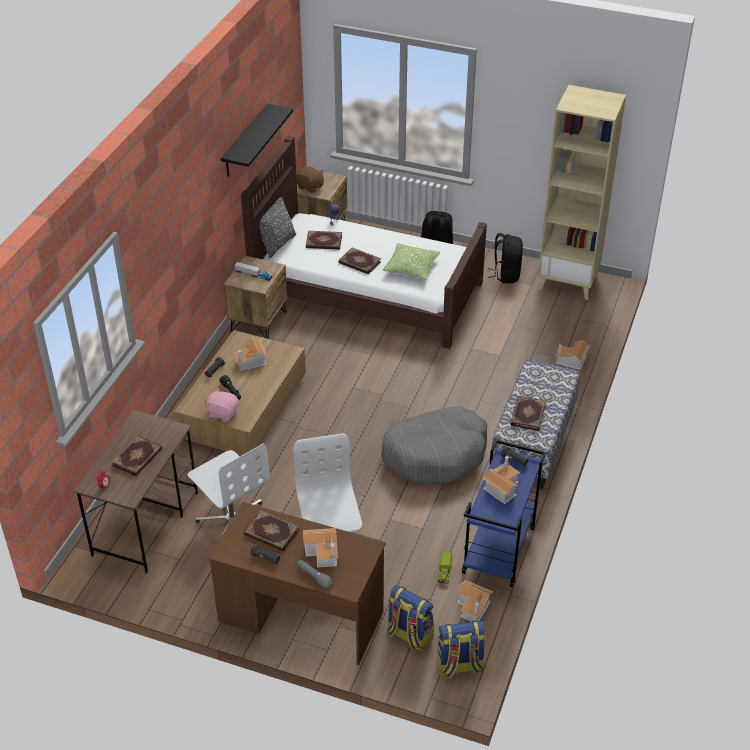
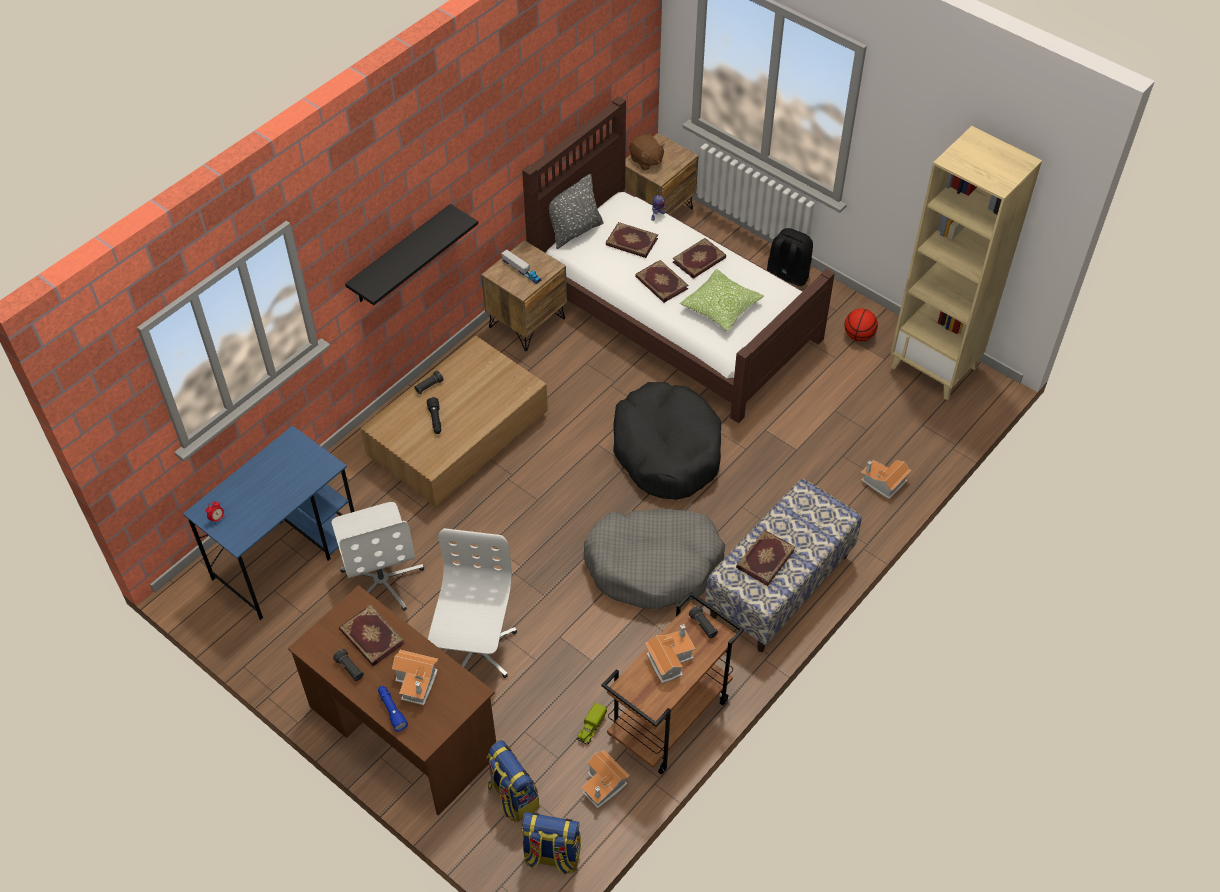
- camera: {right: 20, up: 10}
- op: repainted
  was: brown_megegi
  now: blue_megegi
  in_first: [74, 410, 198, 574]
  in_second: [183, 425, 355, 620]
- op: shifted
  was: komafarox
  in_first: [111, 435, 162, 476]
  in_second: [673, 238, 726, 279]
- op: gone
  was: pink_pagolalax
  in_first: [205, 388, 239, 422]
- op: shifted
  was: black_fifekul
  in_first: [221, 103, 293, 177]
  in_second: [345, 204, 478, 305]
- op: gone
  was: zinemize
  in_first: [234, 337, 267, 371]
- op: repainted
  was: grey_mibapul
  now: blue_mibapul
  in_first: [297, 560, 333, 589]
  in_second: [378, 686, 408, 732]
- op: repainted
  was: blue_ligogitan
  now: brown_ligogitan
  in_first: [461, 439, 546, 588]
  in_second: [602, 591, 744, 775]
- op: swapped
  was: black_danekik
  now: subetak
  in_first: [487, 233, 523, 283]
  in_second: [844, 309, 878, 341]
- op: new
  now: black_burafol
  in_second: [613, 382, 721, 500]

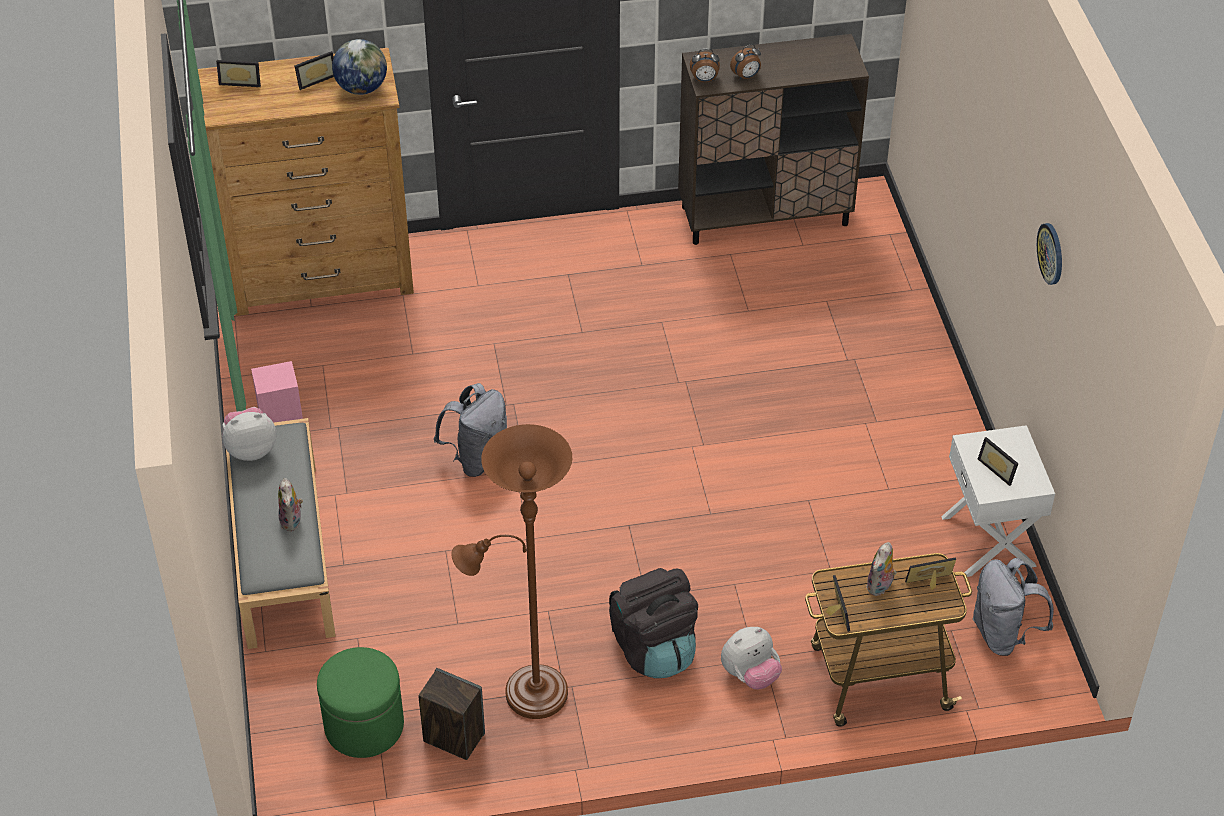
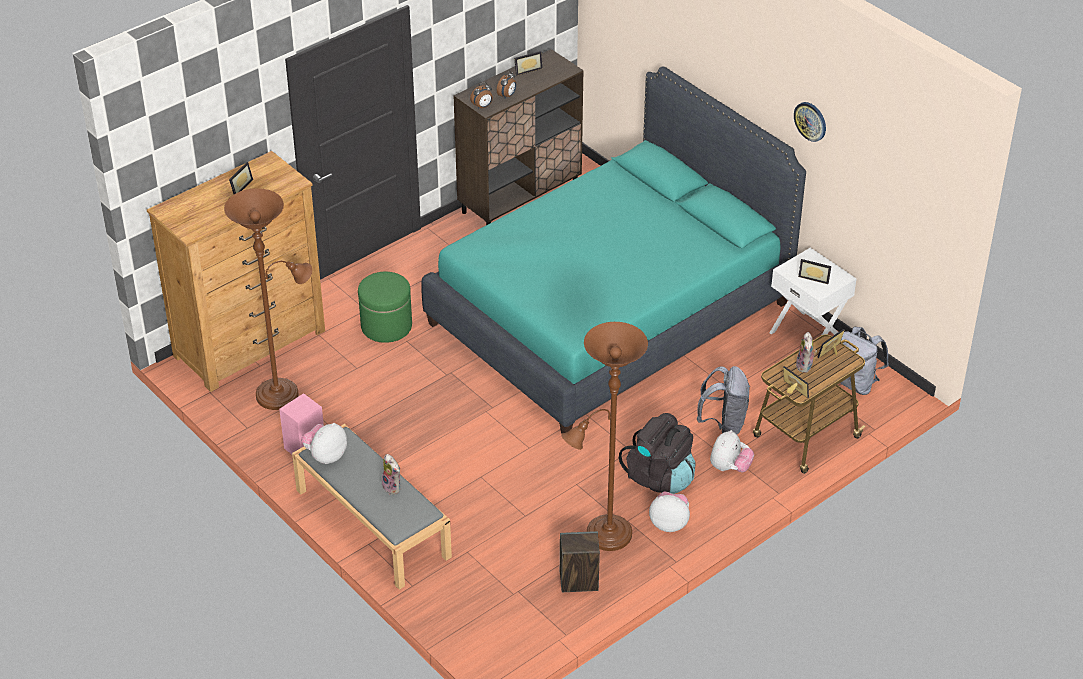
- camera: {right: -30, up: -5}
- op: shifted
  was: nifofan
  in_first: [216, 60, 261, 87]
  in_second: [515, 51, 543, 76]
- op: shifted
  was: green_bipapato
  in_first: [317, 647, 404, 758]
  in_second: [358, 272, 412, 343]
- op: gone
  was: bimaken
  in_first: [332, 39, 387, 95]
- op: shifted
  was: grey_danekik
  in_first: [434, 383, 507, 477]
  in_second: [697, 366, 750, 434]
- op: new
  now: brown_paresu
  in_second: [224, 188, 312, 410]
- op: new
  now: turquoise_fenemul
  in_second: [421, 66, 806, 433]
- op: new
  now: pagolalax
  in_second: [649, 491, 690, 532]

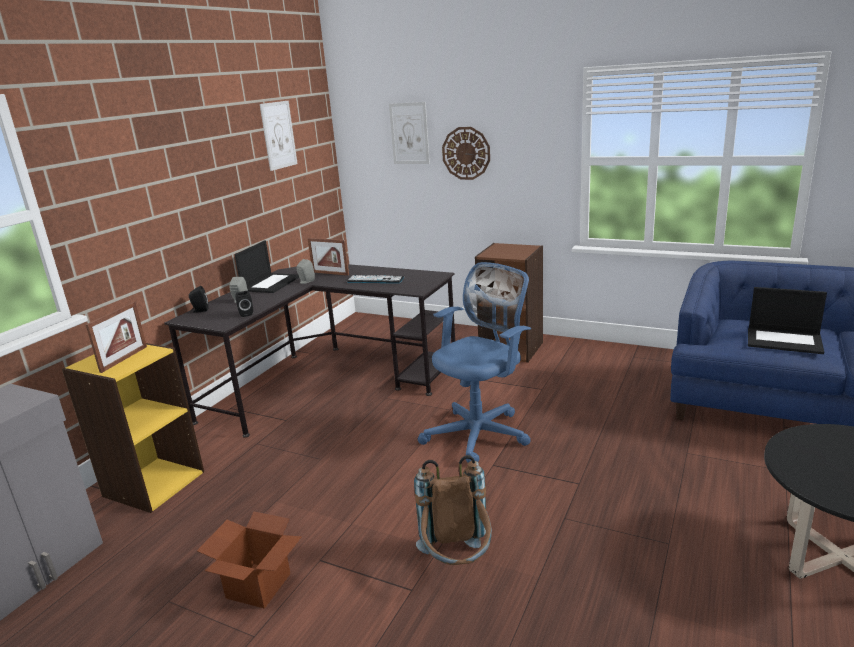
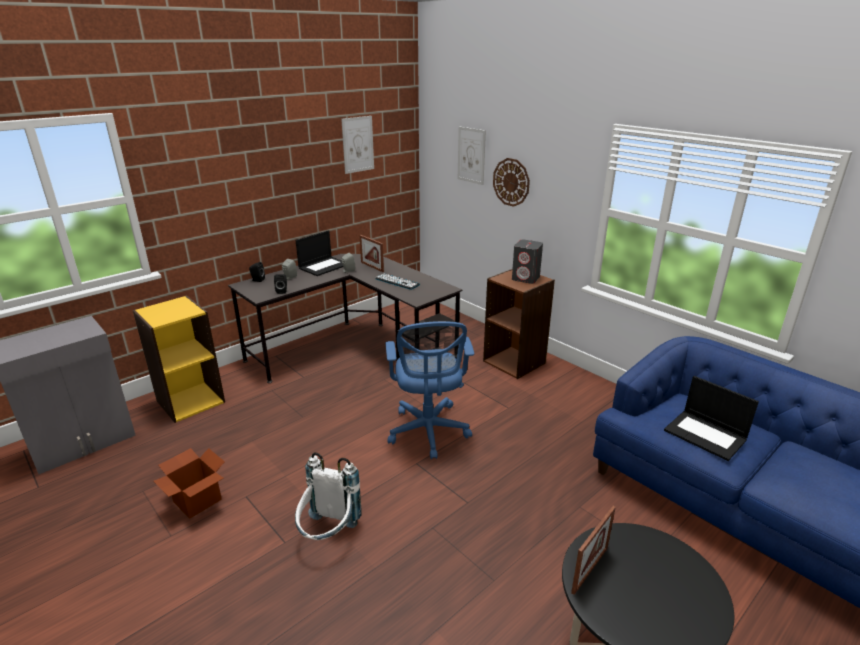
- camera: {right: 20, up: 5}
- op: shifted
  was: nifofan
  in_first: [86, 302, 147, 373]
  in_second: [571, 506, 616, 595]
- op: repainted
  was: brown_danekik
  now: white_danekik
  in_first: [414, 455, 492, 565]
  in_second: [295, 452, 362, 540]
- op: rotated
  was: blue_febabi
  in_first: [418, 262, 531, 462]
  in_second: [385, 321, 474, 459]
  clockwise: 105
- op: new
  now: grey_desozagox
  in_second: [512, 240, 543, 284]

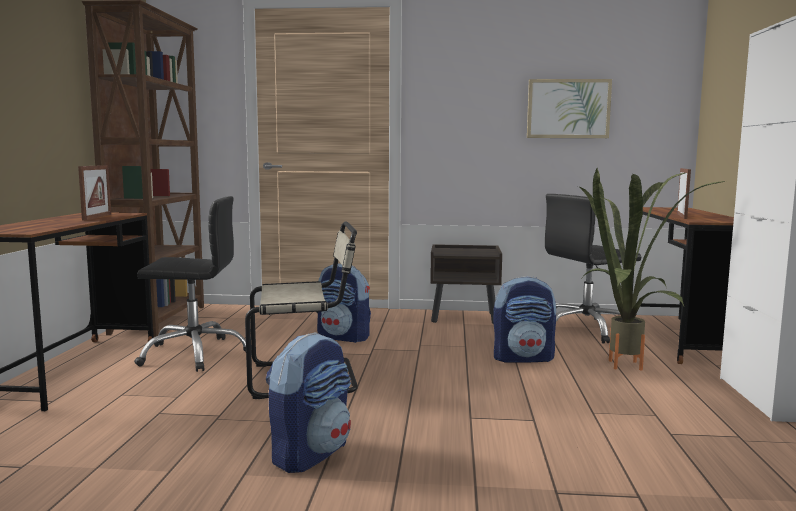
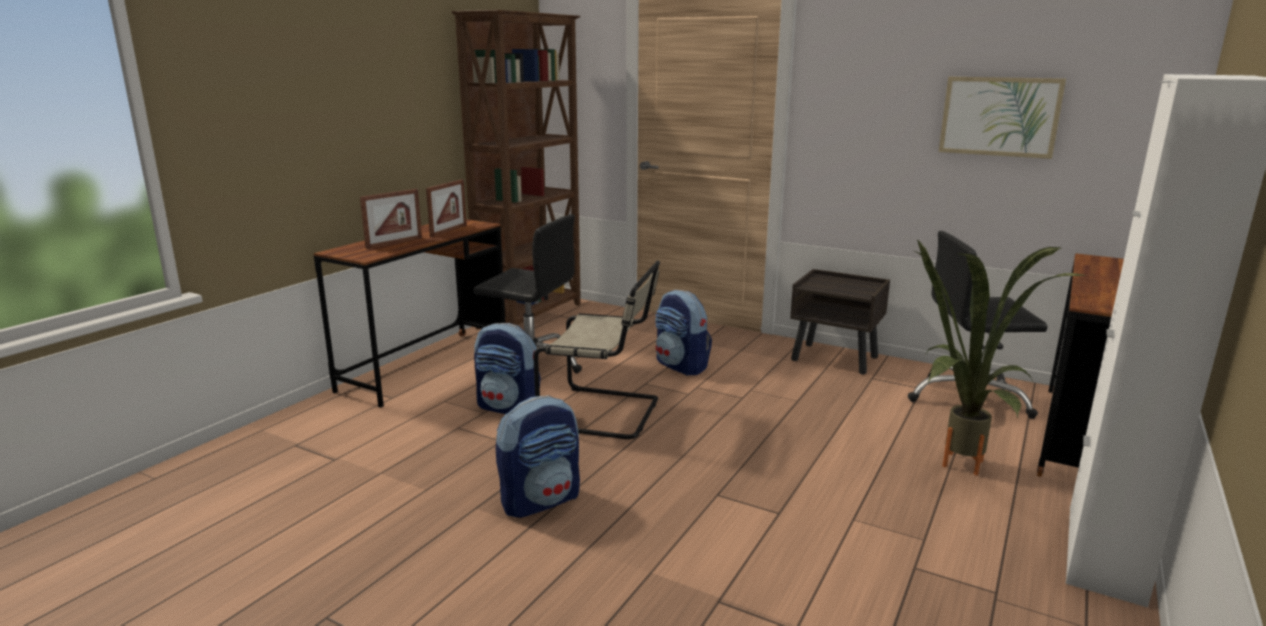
- camera: {right: 25, up: 10}
- op: shifted
  was: danekik
  in_first: [493, 276, 556, 363]
  in_second: [474, 323, 541, 414]
- op: shifted
  was: nifofan
  in_first: [677, 168, 691, 219]
  in_second: [360, 189, 422, 249]

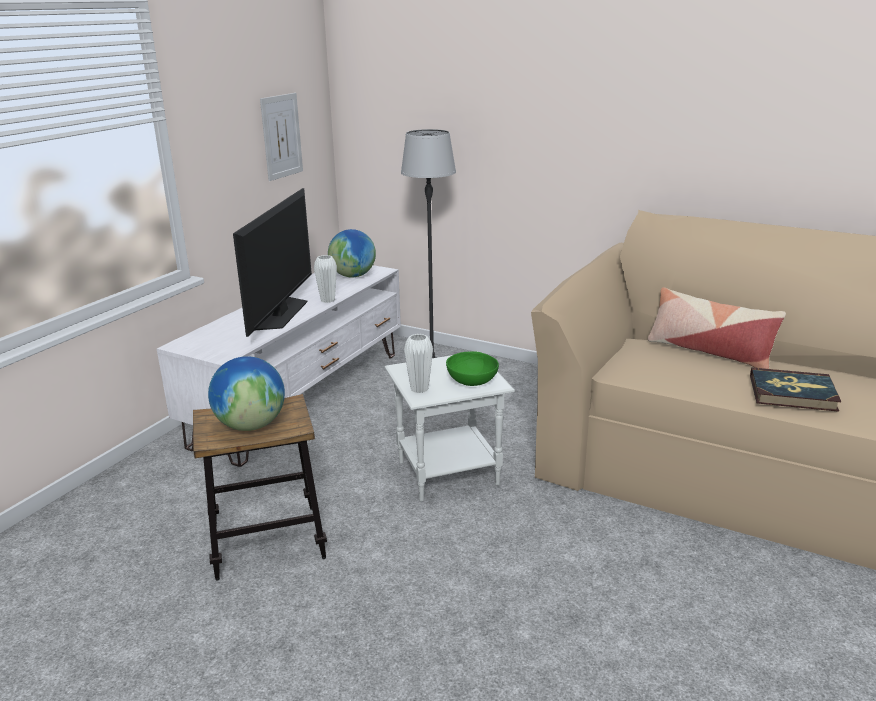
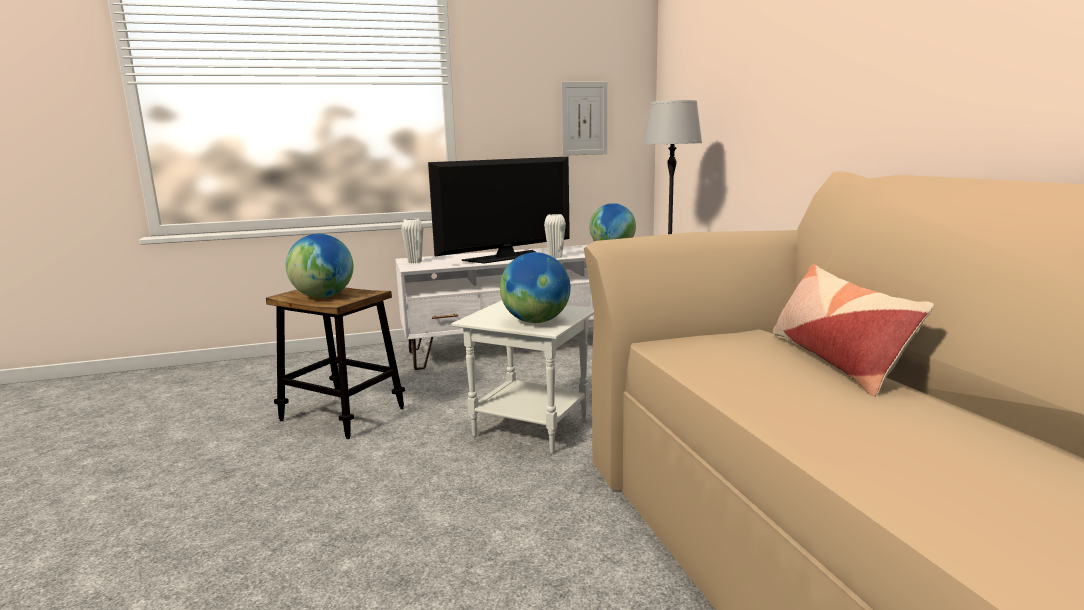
- camera: {right: 45, up: -10}
- op: shifted
  was: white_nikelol
  in_first: [404, 334, 433, 393]
  in_second: [401, 218, 424, 263]
- op: swapped
  was: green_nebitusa
  now: bimaken
  in_first: [446, 352, 499, 386]
  in_second: [500, 252, 571, 323]
- op: gone
  was: komafarox
  in_first: [750, 367, 841, 412]

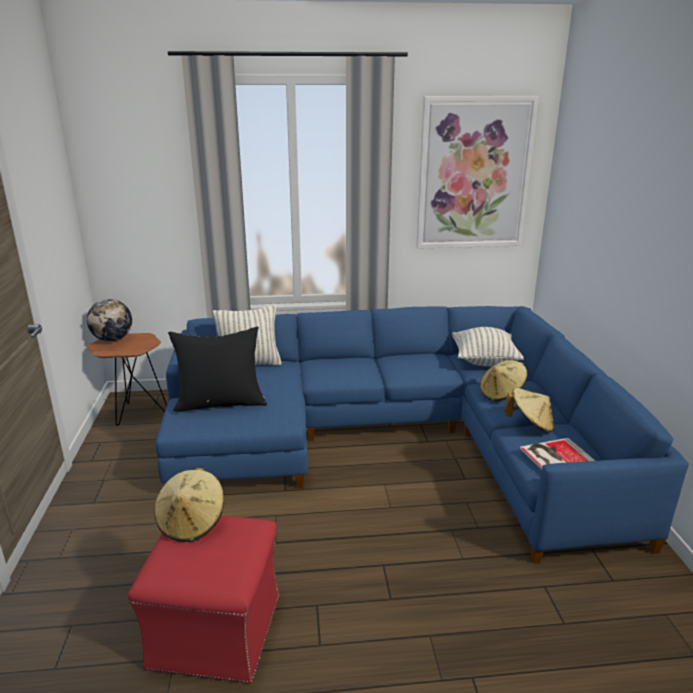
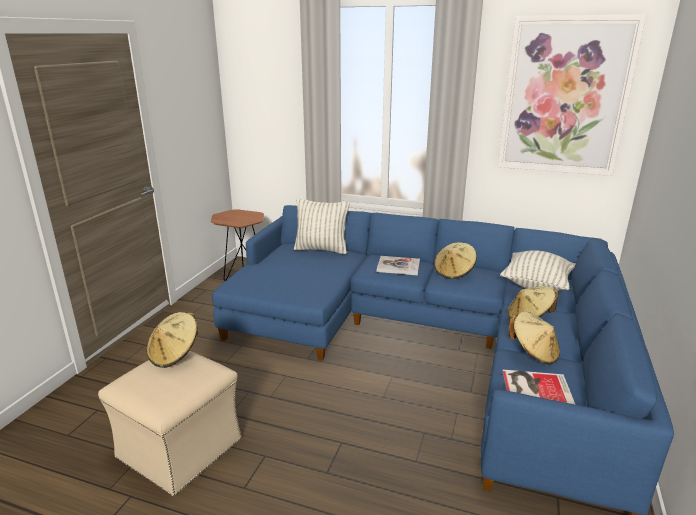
- camera: {right: 25, up: 0}
- op: gone
  was: bimaken
  in_first: [87, 299, 132, 342]
- op: repainted
  was: red_bipapato
  now: beige_bipapato
  in_first: [128, 515, 279, 683]
  in_second: [98, 351, 242, 496]
- op: gone
  was: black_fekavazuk
  in_first: [168, 327, 267, 412]
- op: new
  now: komafarox
  in_second: [377, 256, 420, 275]
- op: new
  now: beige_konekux
  in_second: [434, 242, 477, 279]

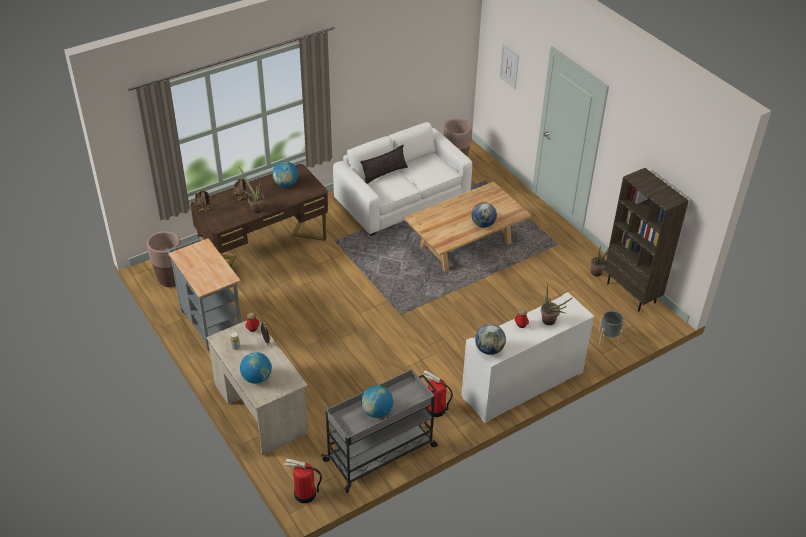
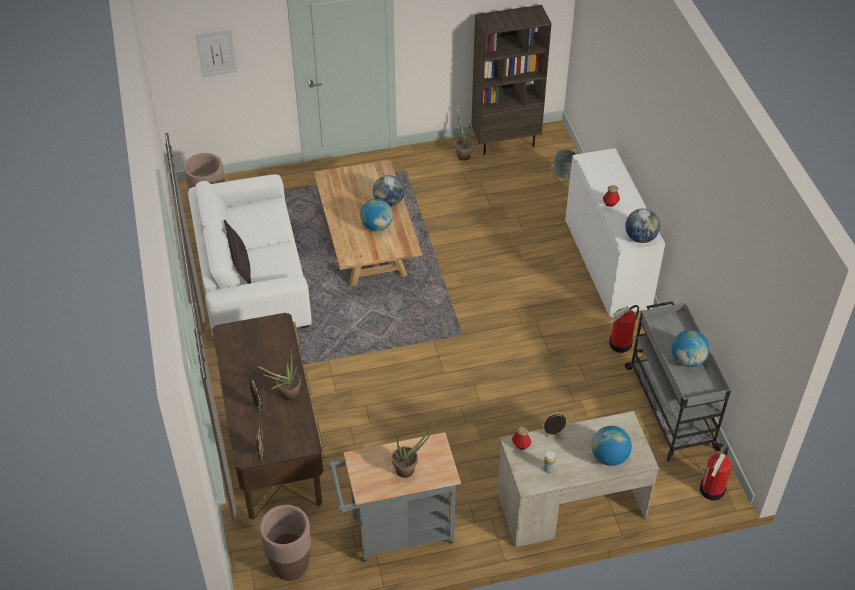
- camera: {right: -70, up: 5}
- op: shifted
  was: bimaken
  in_first: [272, 161, 298, 187]
  in_second: [360, 199, 393, 231]
- op: shifted
  was: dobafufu
  in_first: [541, 283, 573, 325]
  in_second: [392, 420, 435, 478]

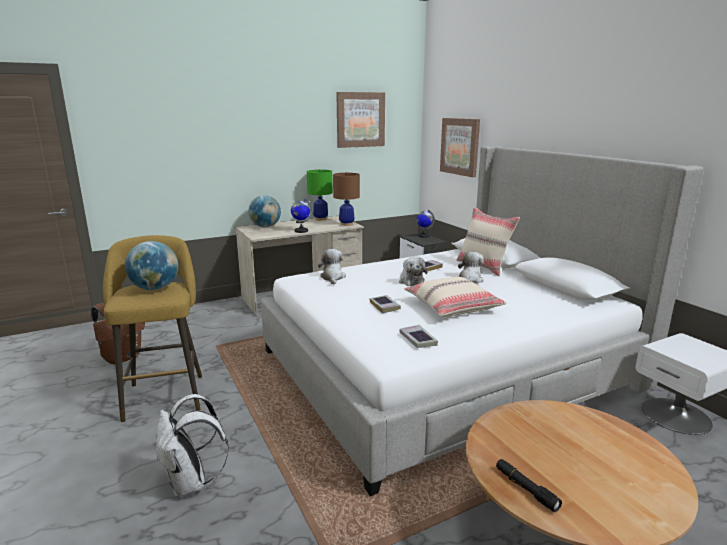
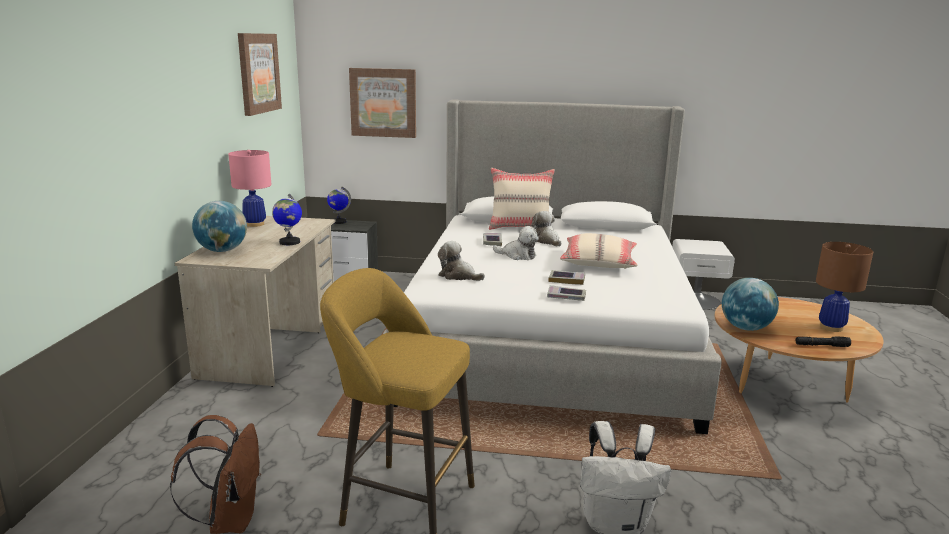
- camera: {right: -55, up: 0}
- op: shifted
  was: bimaken
  in_first: [125, 241, 178, 290]
  in_second: [722, 278, 779, 331]
- op: repainted
  was: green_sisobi
  now: pink_sisobi
  in_first: [307, 169, 333, 220]
  in_second: [228, 150, 271, 227]
- op: shifted
  was: brown_sisobi
  in_first: [333, 172, 360, 226]
  in_second: [816, 242, 873, 332]
- op: shifted
  was: komafarox
  in_first: [399, 325, 438, 348]
  in_second: [547, 285, 586, 301]

